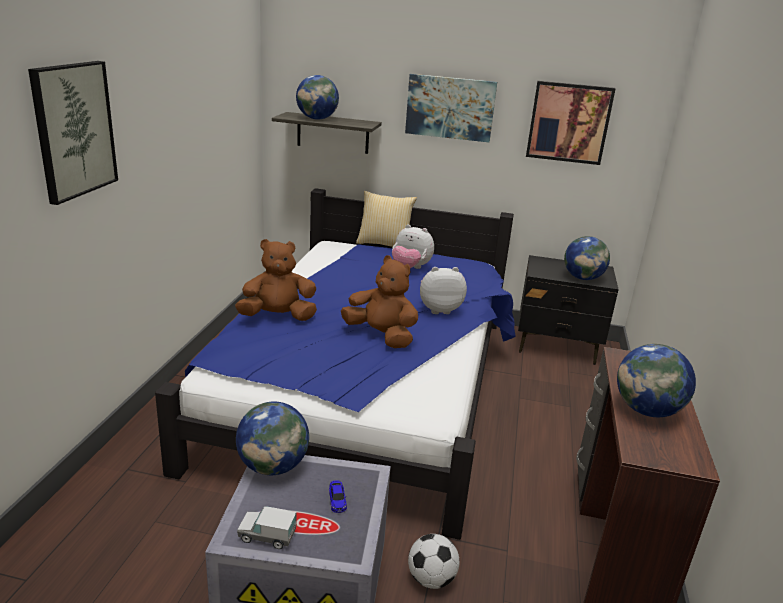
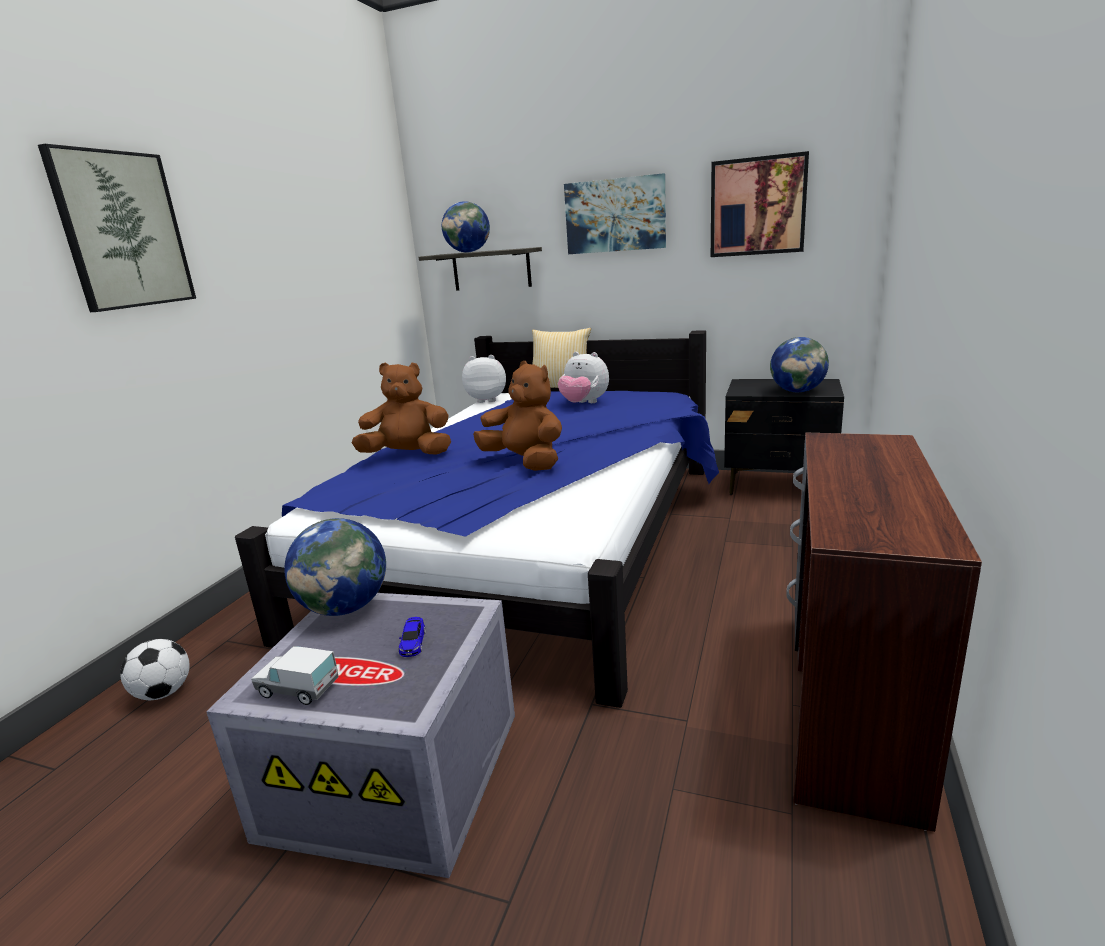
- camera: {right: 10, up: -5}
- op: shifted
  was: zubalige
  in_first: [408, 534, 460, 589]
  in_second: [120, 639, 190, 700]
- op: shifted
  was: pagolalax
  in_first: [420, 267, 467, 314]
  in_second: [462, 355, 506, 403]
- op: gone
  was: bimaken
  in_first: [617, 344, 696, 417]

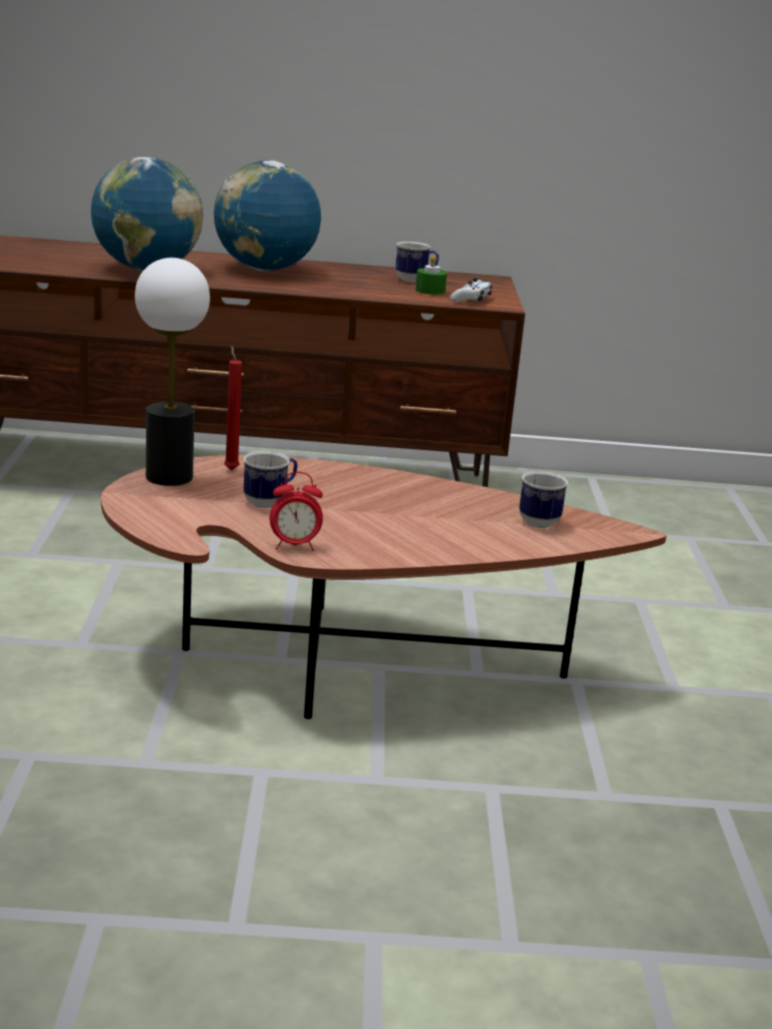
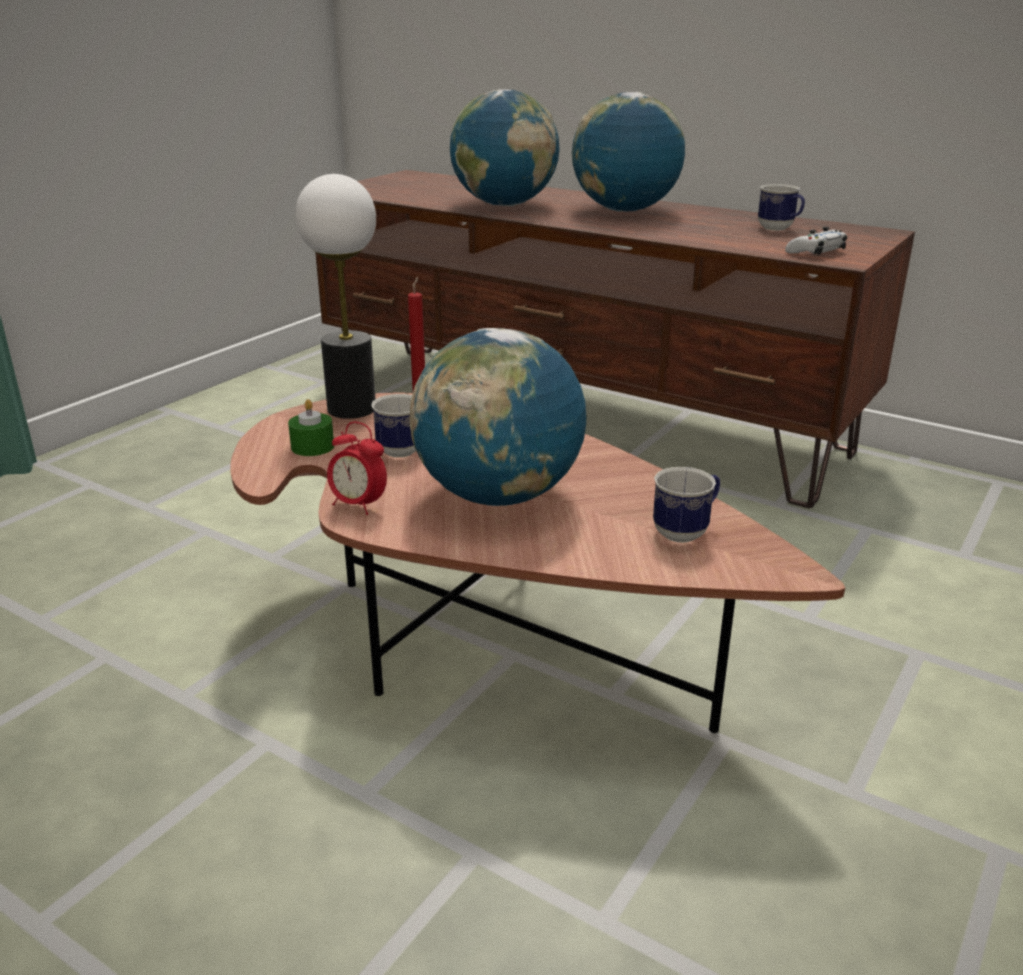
- camera: {right: 35, up: 5}
- op: shifted
  was: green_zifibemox
  in_first: [415, 255, 447, 295]
  in_second: [288, 399, 334, 456]
- op: new
  now: bimaken
  in_second: [410, 328, 586, 506]

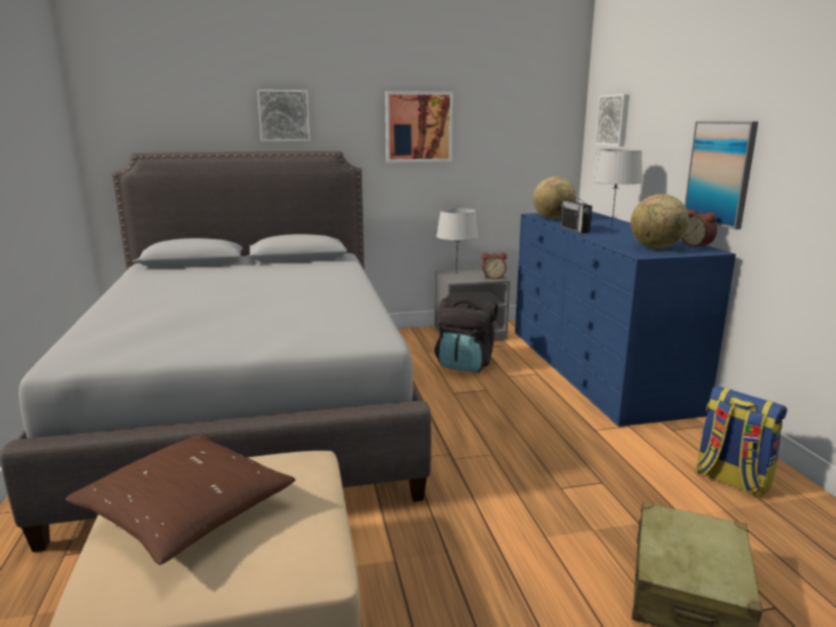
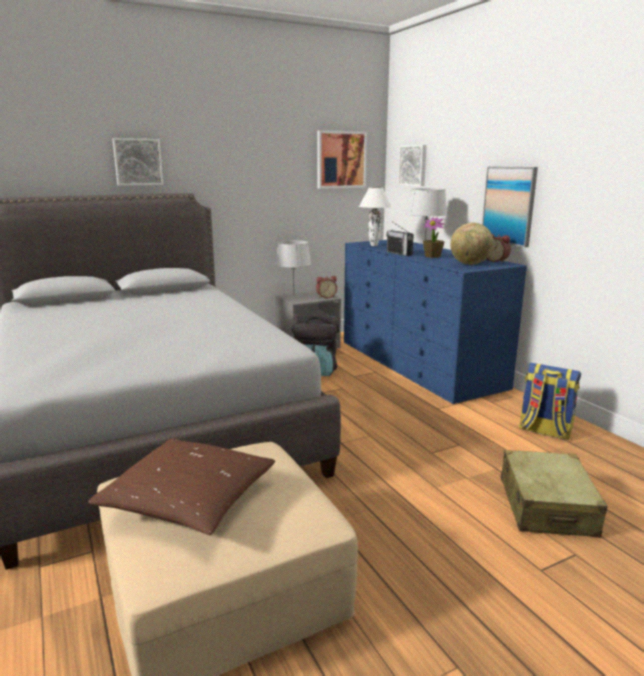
- camera: {right: -15, up: 0}
- op: shifted
  was: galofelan
  in_first: [385, 91, 453, 163]
  in_second: [317, 130, 367, 189]
- op: swapped
  was: bimaken
  now: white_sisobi
  in_first: [533, 176, 576, 219]
  in_second: [359, 187, 392, 246]
- op: new
  now: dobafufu
  in_second: [423, 217, 445, 258]

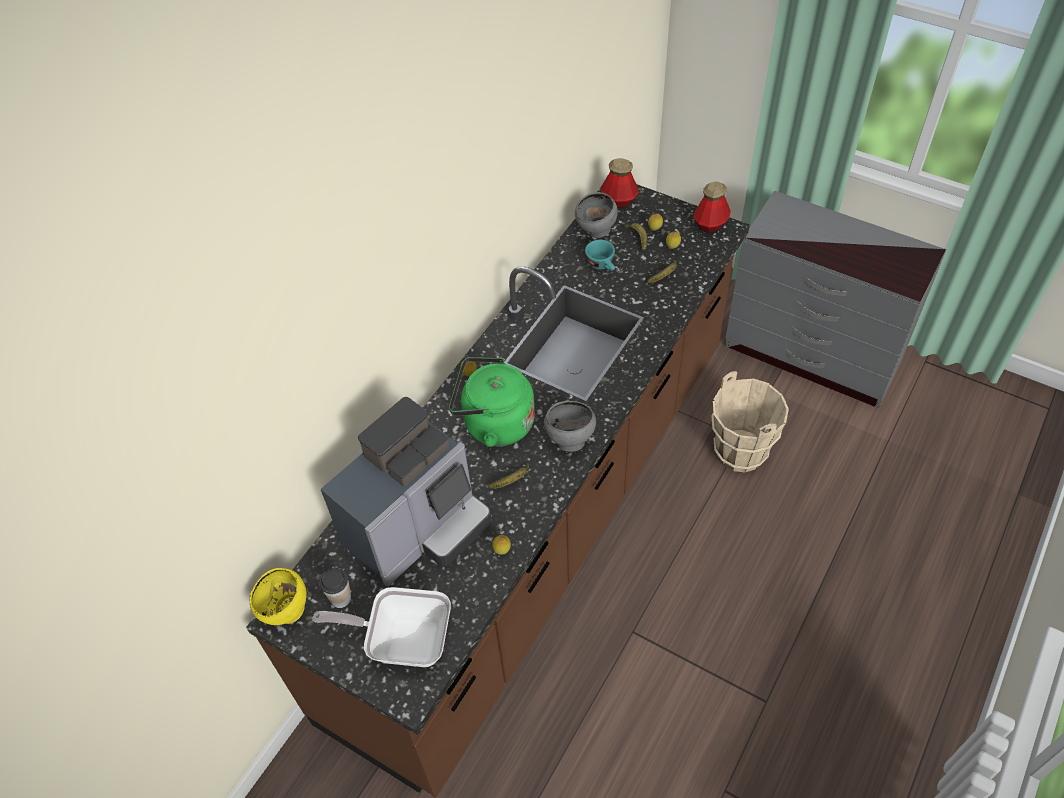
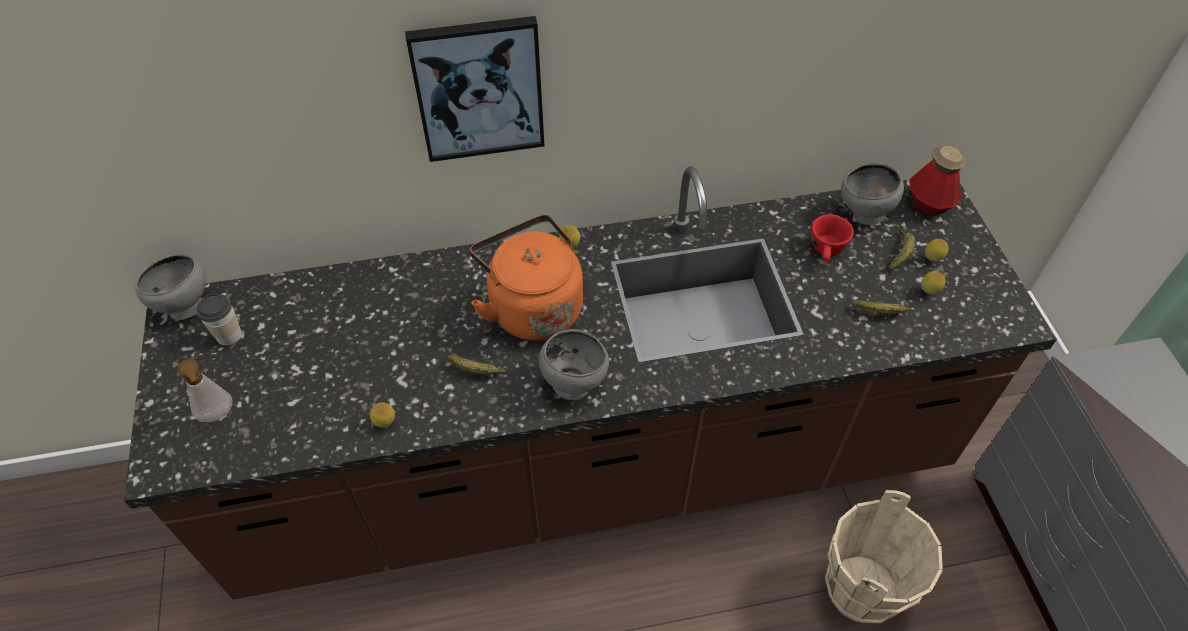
- camera: {right: 45, up: 0}
- op: repainted
  was: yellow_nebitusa
  now: grey_nebitusa
  in_first: [249, 568, 307, 625]
  in_second: [135, 254, 206, 320]
- op: swapped
  was: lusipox
  now: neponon
  in_first: [312, 587, 451, 667]
  in_second: [177, 359, 233, 422]
- op: gone
  was: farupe
  in_first: [320, 397, 491, 586]
- op: repainted
  was: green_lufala
  now: orange_lufala
  in_first: [449, 357, 535, 447]
  in_second: [470, 215, 583, 341]
- op: repainted
  was: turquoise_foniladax
  now: red_foniladax
  in_first: [585, 240, 615, 271]
  in_second: [811, 214, 854, 262]
- op: gone
  was: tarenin
  in_first: [693, 181, 731, 233]
- op: new
  now: galofelan
  in_second: [405, 16, 545, 162]

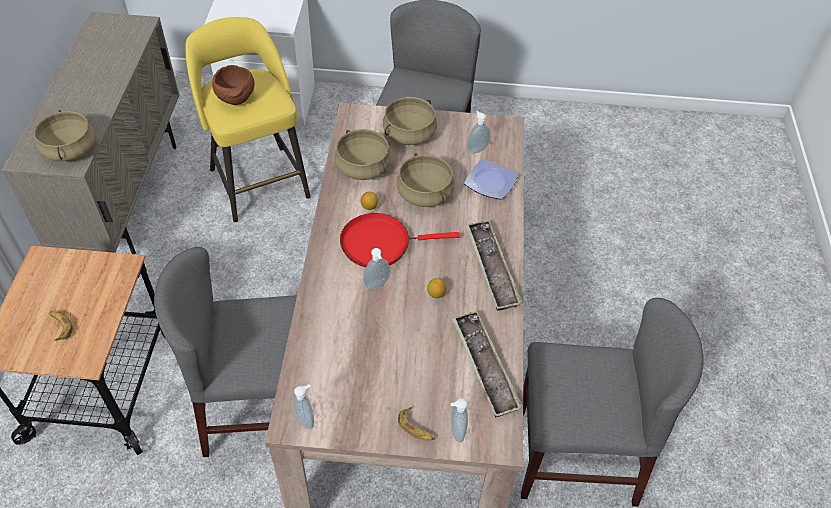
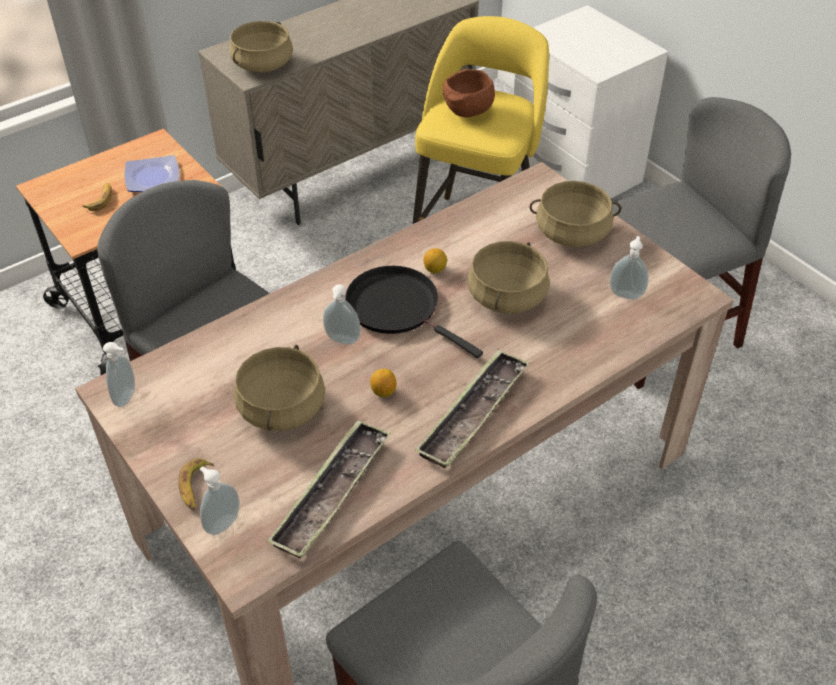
- camera: {right: 50, up: -5}
- op: shifted
  was: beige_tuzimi
  in_first: [334, 129, 391, 180]
  in_second: [234, 345, 325, 431]
- op: repainted
  was: red_lusipox
  now: black_lusipox
  in_first: [340, 213, 460, 267]
  in_second: [345, 266, 483, 358]
- op: shifted
  was: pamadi
  in_first: [464, 158, 519, 200]
  in_second: [125, 155, 180, 192]

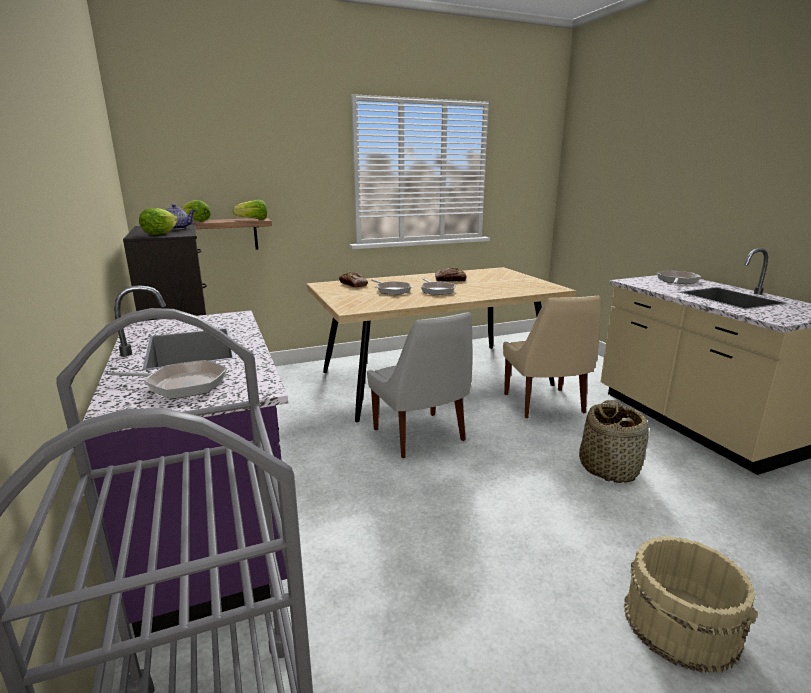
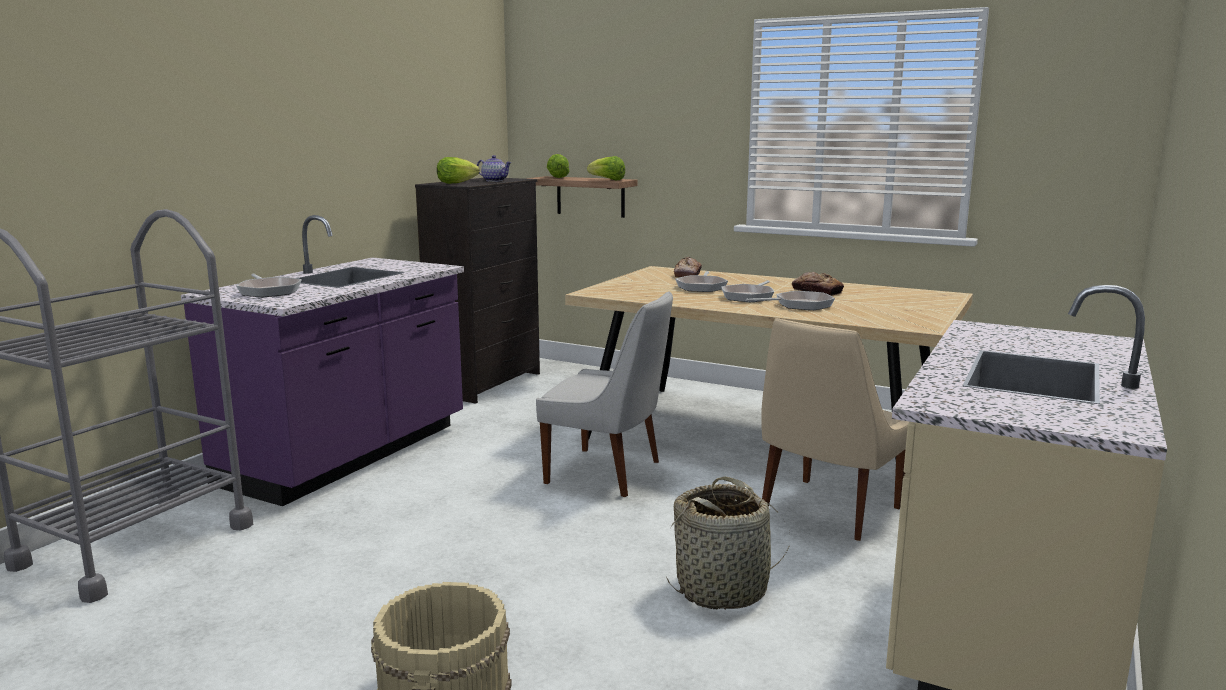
- camera: {right: 50, up: -5}
- op: rotated
  was: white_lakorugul
  in_first: [367, 312, 472, 458]
  in_second: [536, 291, 673, 497]
  clockwise: -90
- op: shifted
  was: lusipox
  in_first: [657, 270, 702, 284]
  in_second: [746, 291, 835, 310]

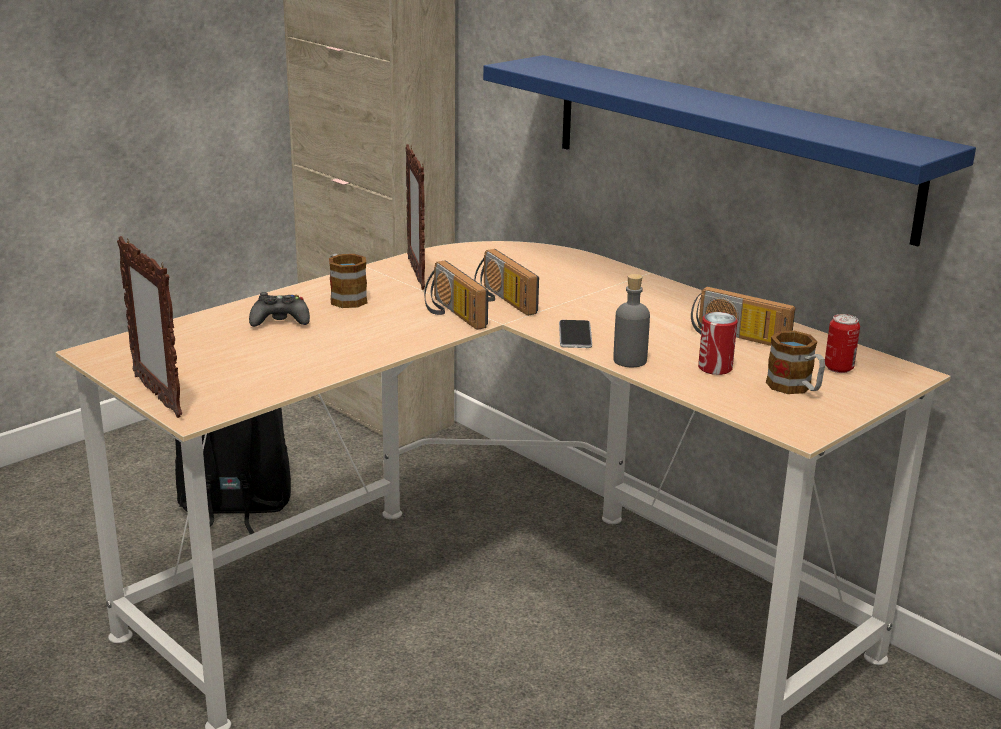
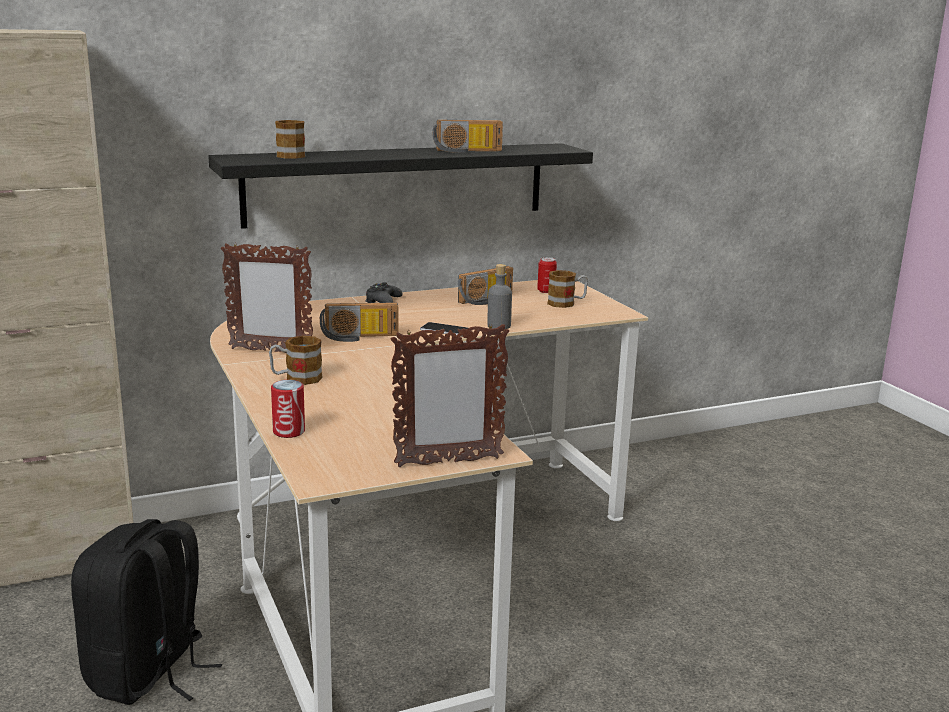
- camera: {right: -70, up: -5}
- op: shifted
  was: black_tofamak
  in_first: [249, 292, 310, 327]
  in_second: [365, 282, 403, 303]
- op: shifted
  was: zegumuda
  in_first: [424, 260, 488, 330]
  in_second: [432, 120, 503, 153]
- op: repainted
  was: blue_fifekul
  now: black_fifekul
  in_first: [483, 55, 976, 247]
  in_second: [208, 143, 593, 229]
- op: shifted
  was: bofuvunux
  in_first: [698, 312, 738, 375]
  in_second: [271, 380, 305, 438]
- op: new
  now: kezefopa
  in_second: [275, 120, 305, 158]

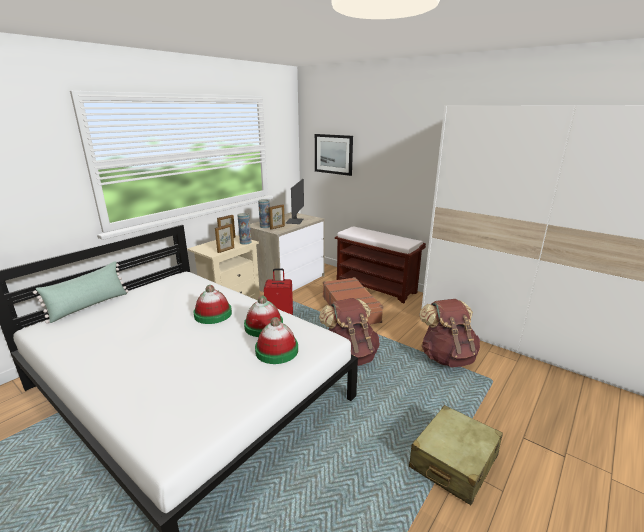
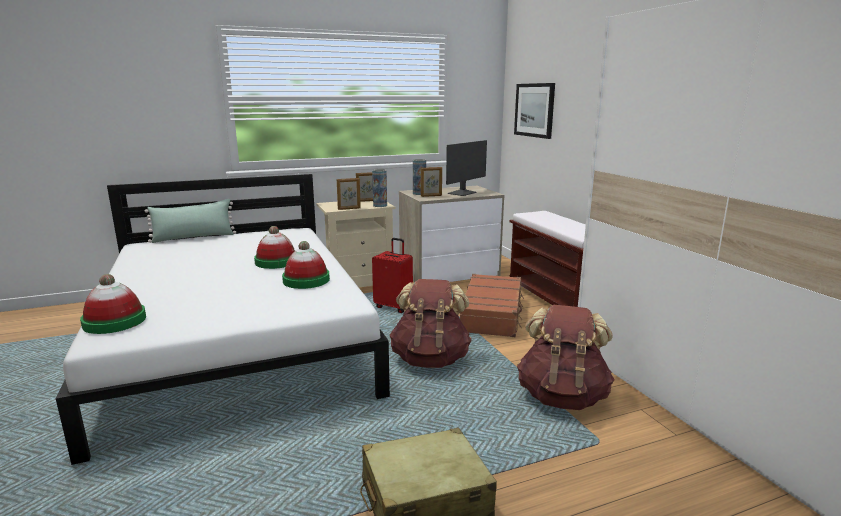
- camera: {right: 30, up: -5}
- op: shifted
  was: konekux
  in_first: [255, 317, 298, 364]
  in_second: [80, 274, 146, 334]

